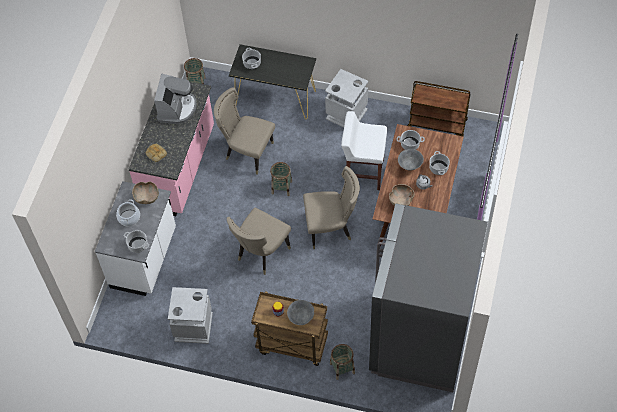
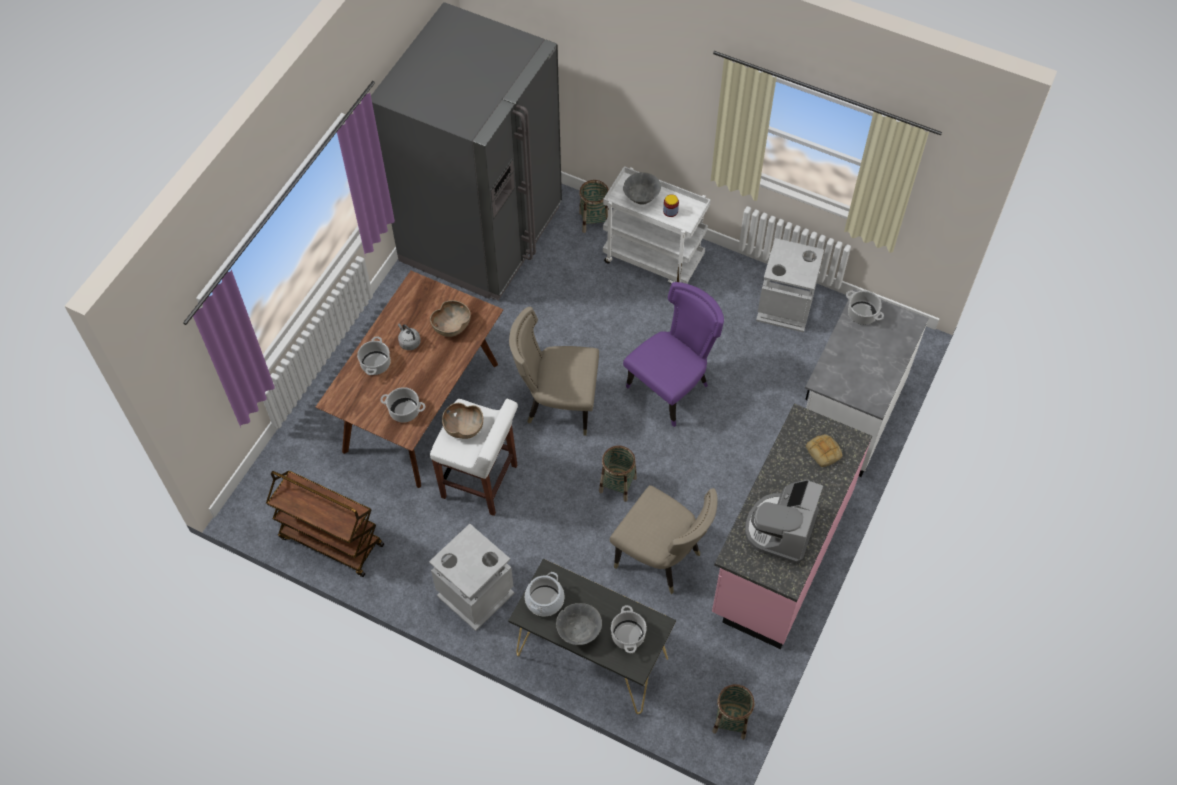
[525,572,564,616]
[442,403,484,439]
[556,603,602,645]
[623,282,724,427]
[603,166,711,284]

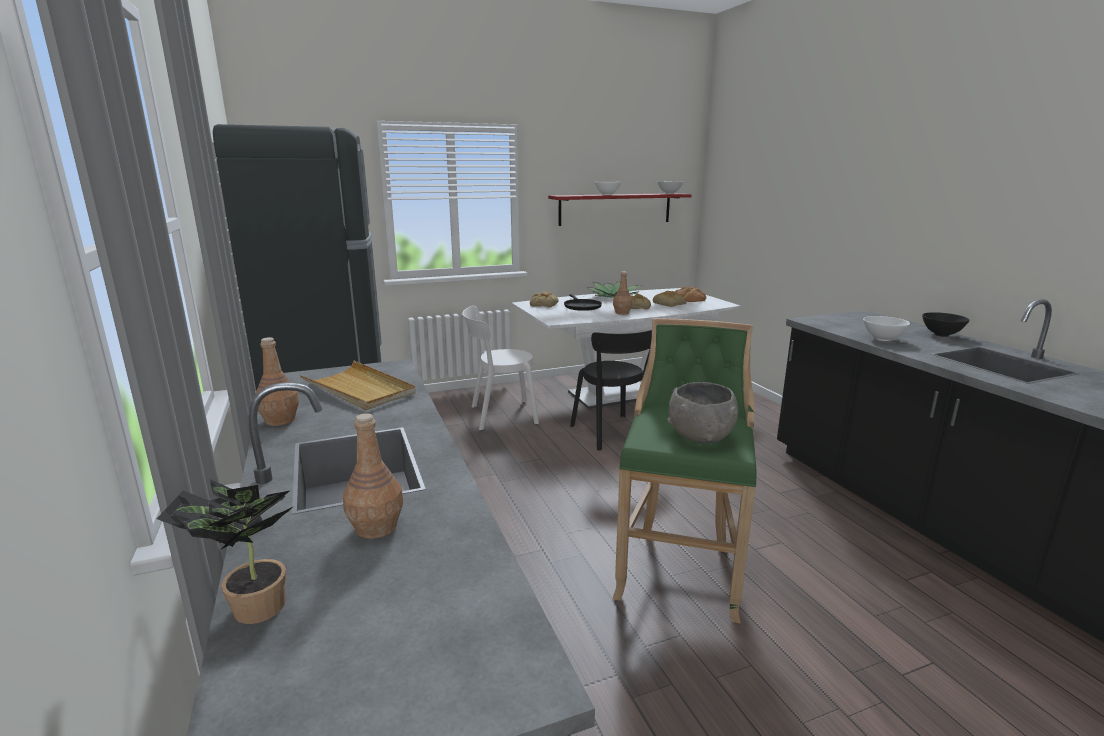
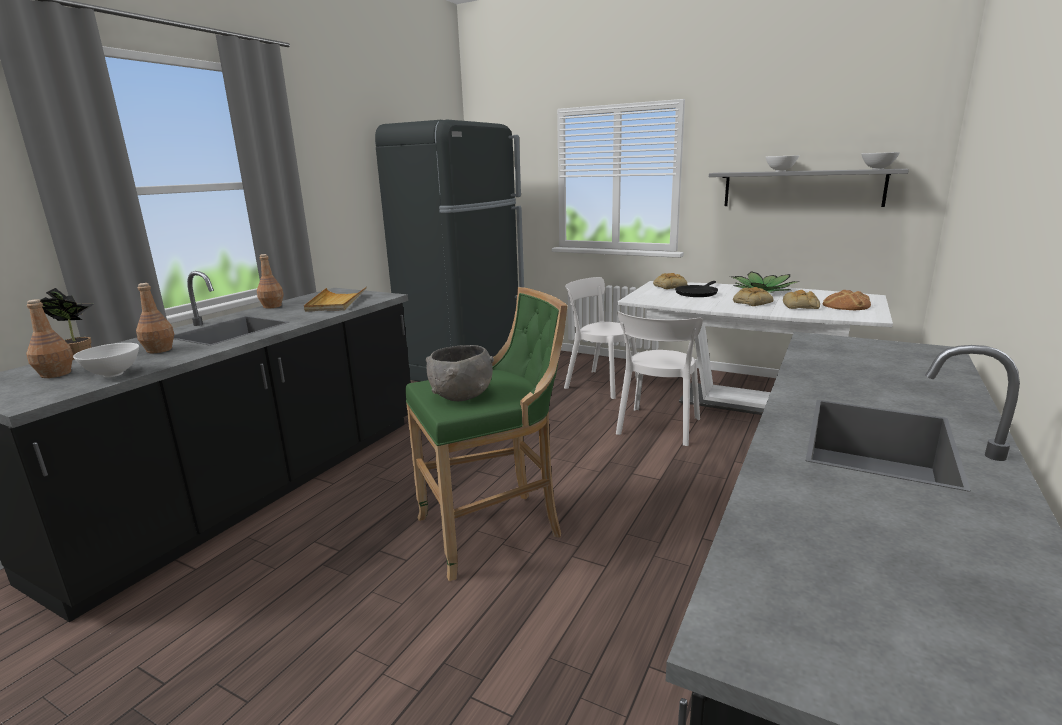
[922,312,970,337] (first image)
[26,299,73,378]
[73,343,139,377]
[709,169,909,207]
[616,311,703,446]

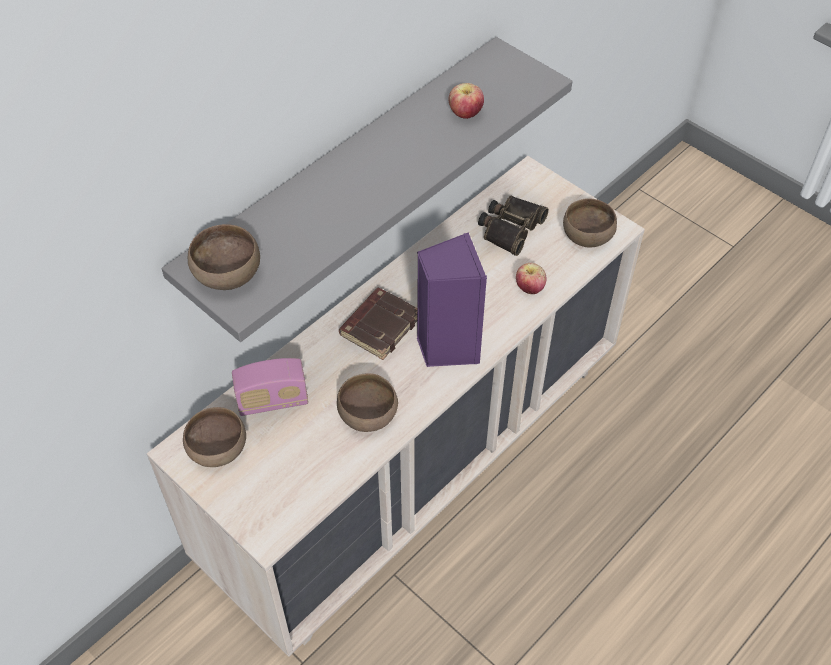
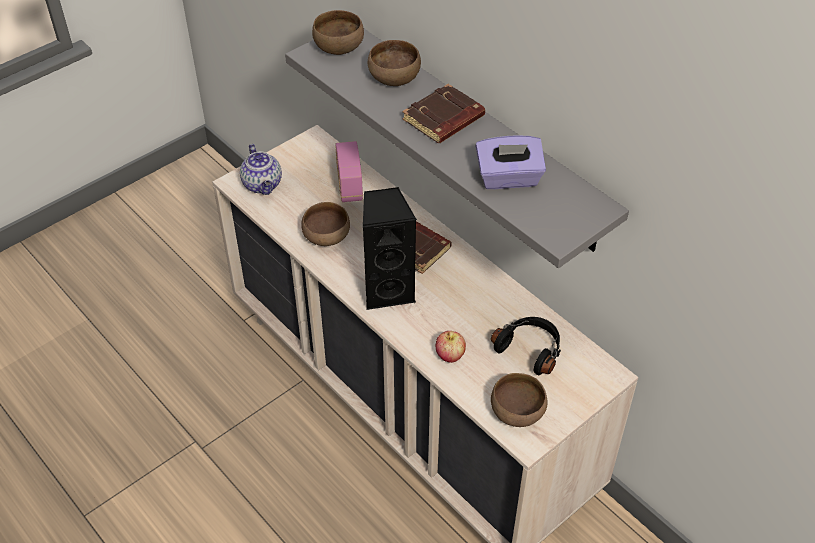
[240,144,282,195]
[402,84,485,143]
[368,40,421,86]
[475,136,546,189]
[491,317,561,375]
[363,187,417,310]

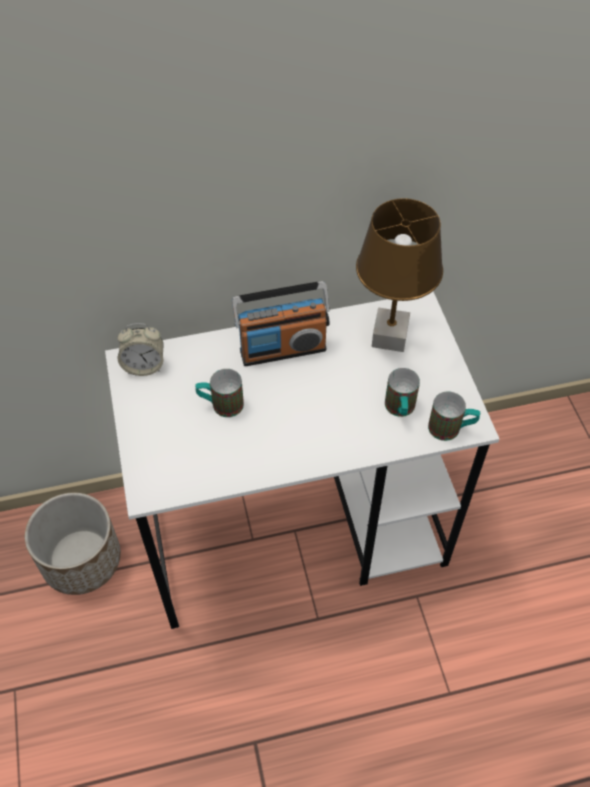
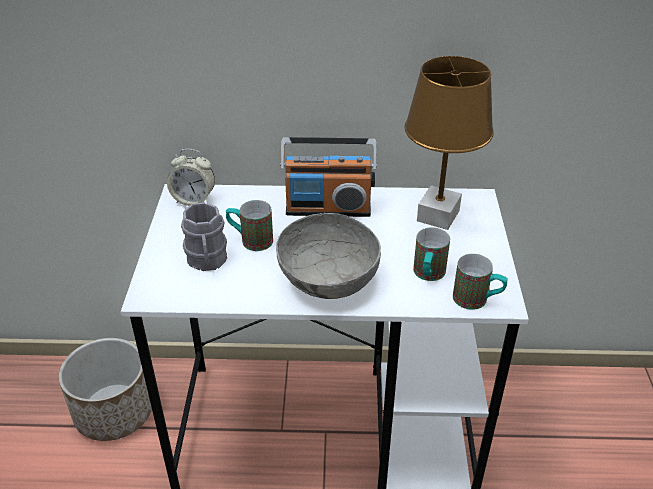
[181,202,227,271]
[276,213,381,299]

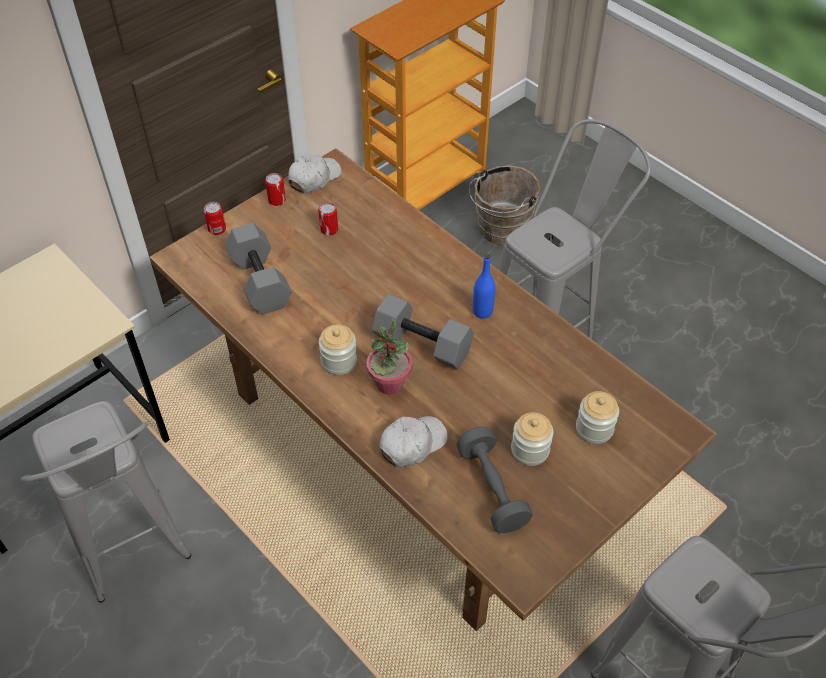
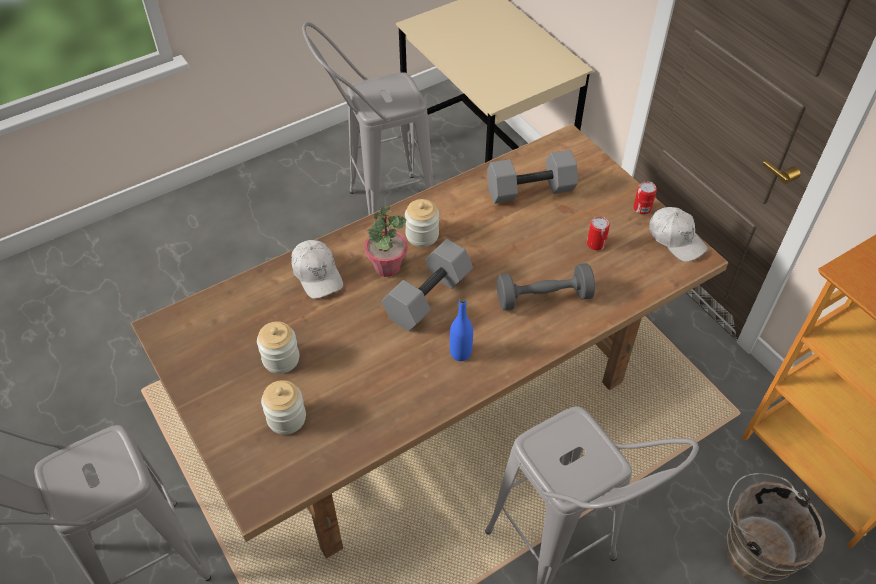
[204,202,226,235] (first image)
[497,263,595,311]

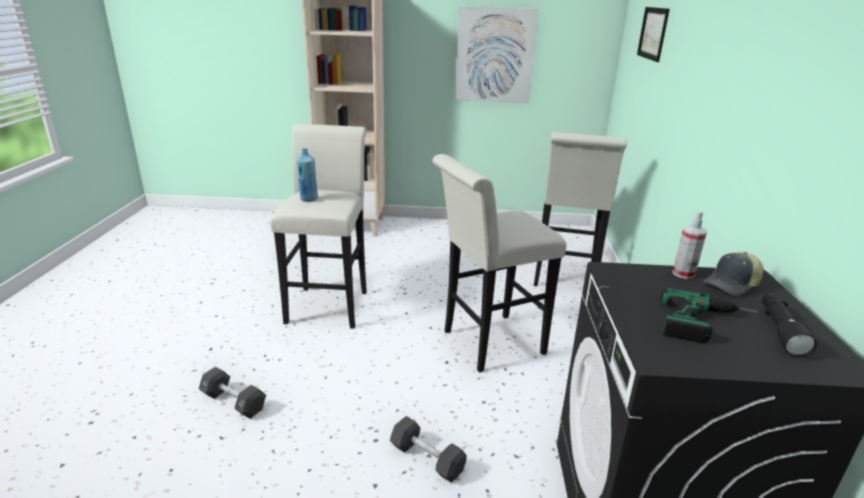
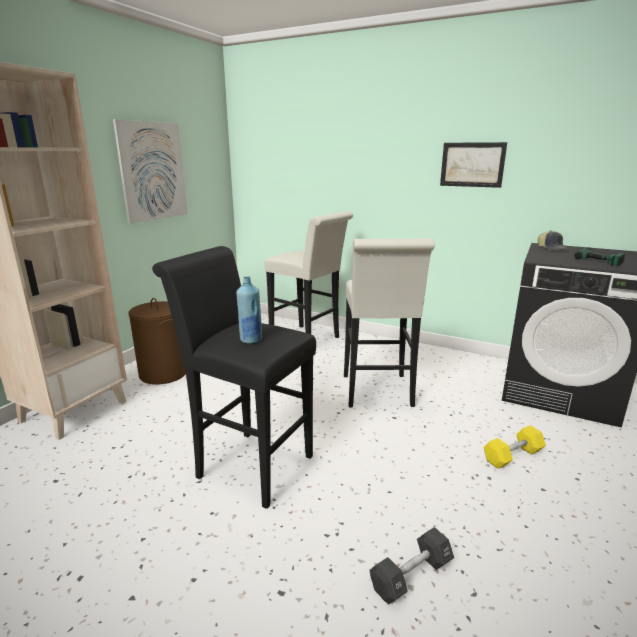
[672,211,707,279] (first image)
[762,293,817,357] (first image)
[129,298,186,385]
[440,142,507,188]
[152,246,316,509]
[483,425,546,469]

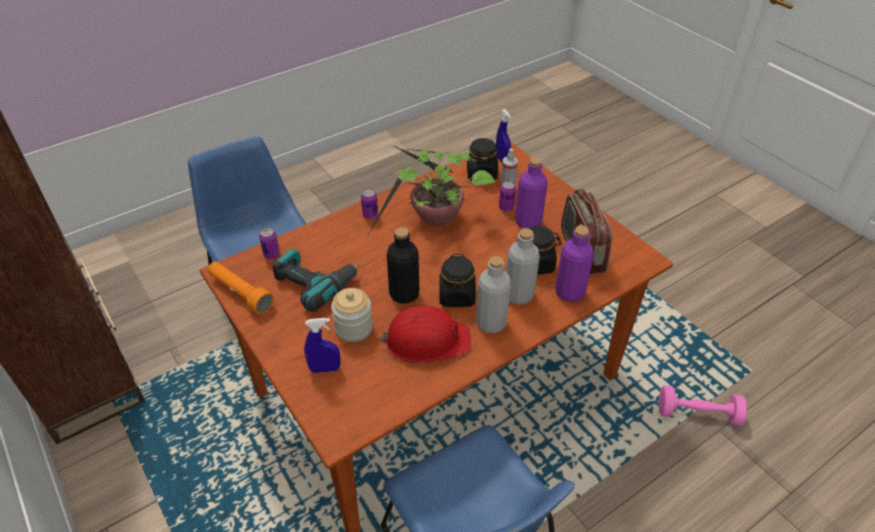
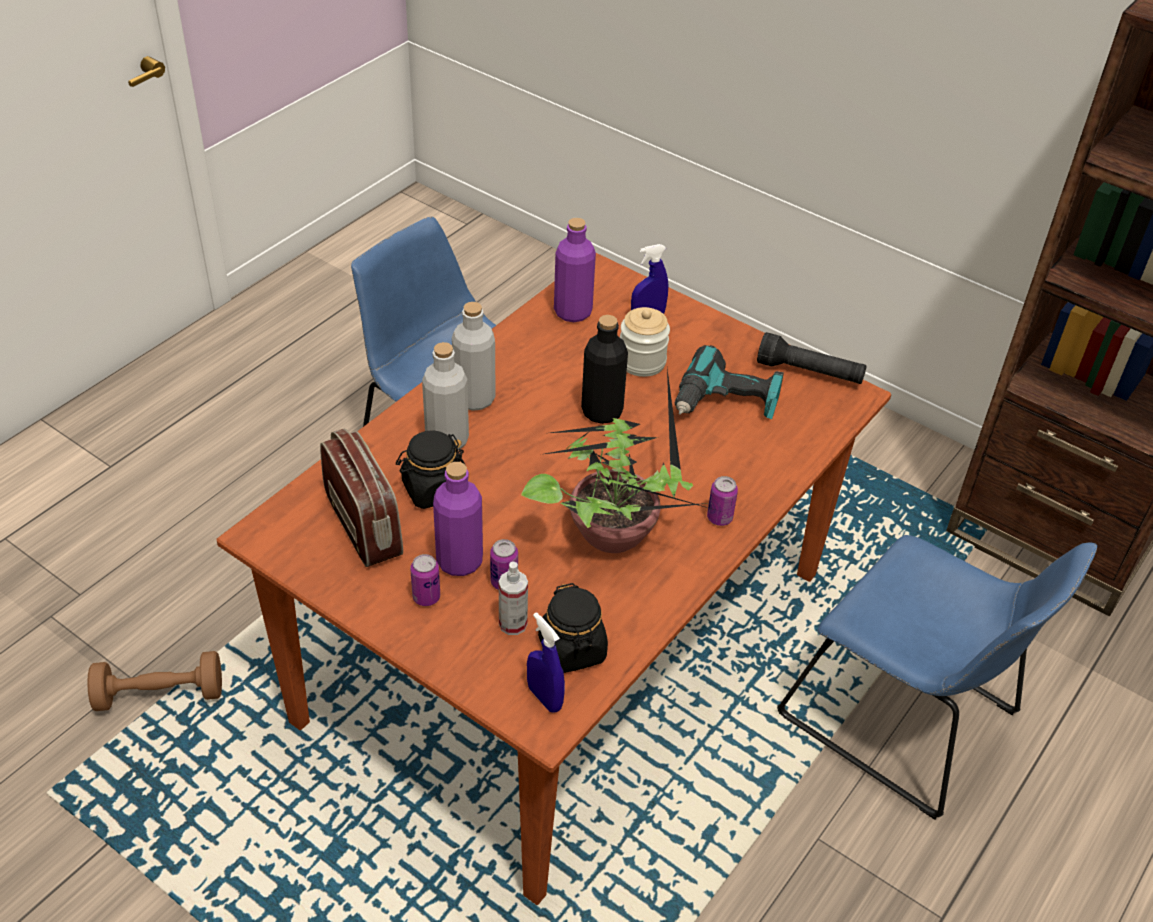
[380,305,471,363] (first image)
[439,254,476,307] (first image)
[410,554,440,606]
[554,218,596,322]
[757,332,867,384]
[87,651,222,711]

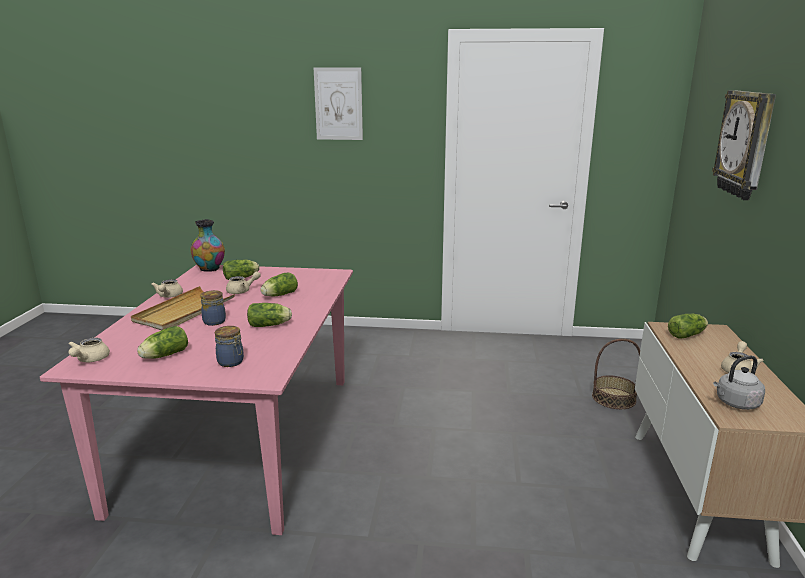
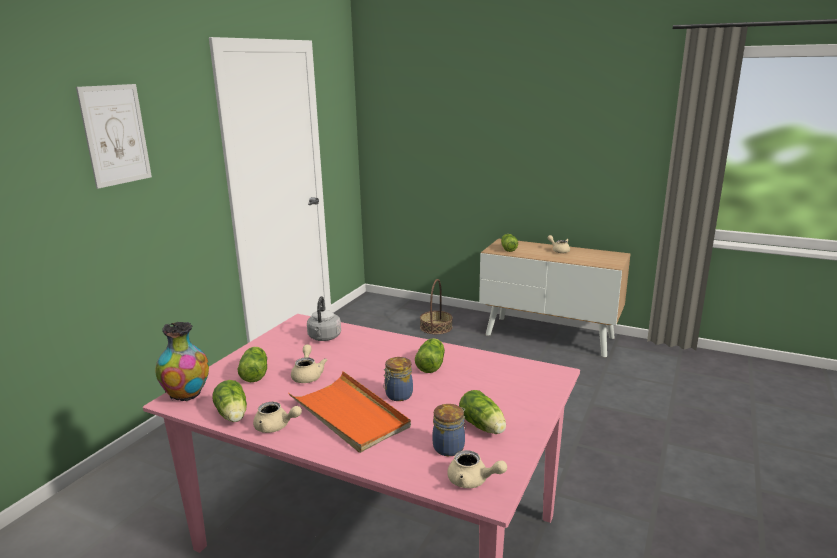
[712,90,776,200] (first image)
[433,404,466,456]
[212,380,247,422]
[307,296,341,341]
[288,371,411,453]

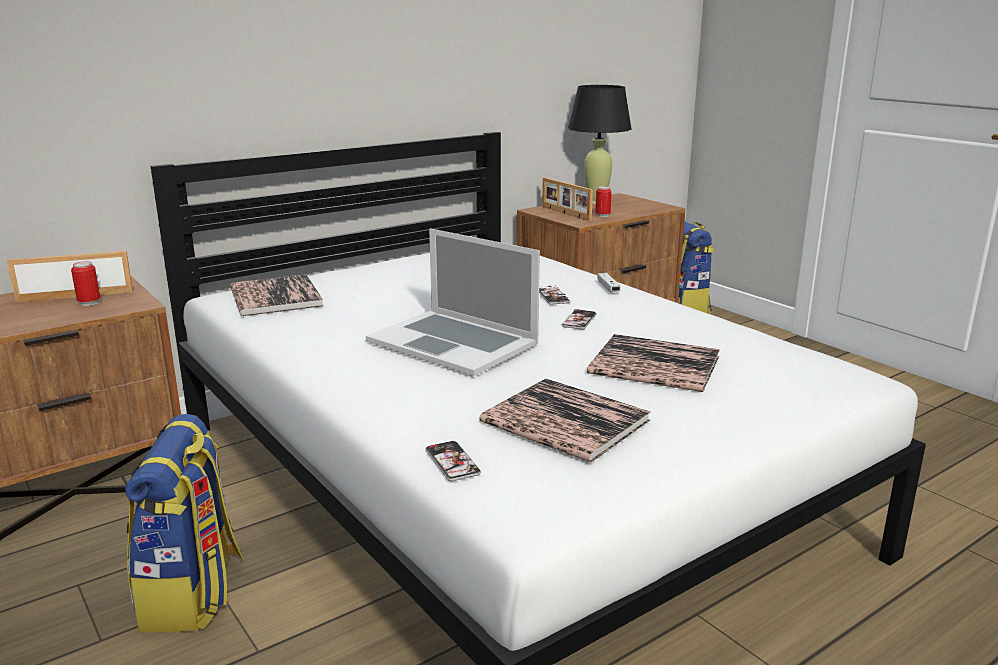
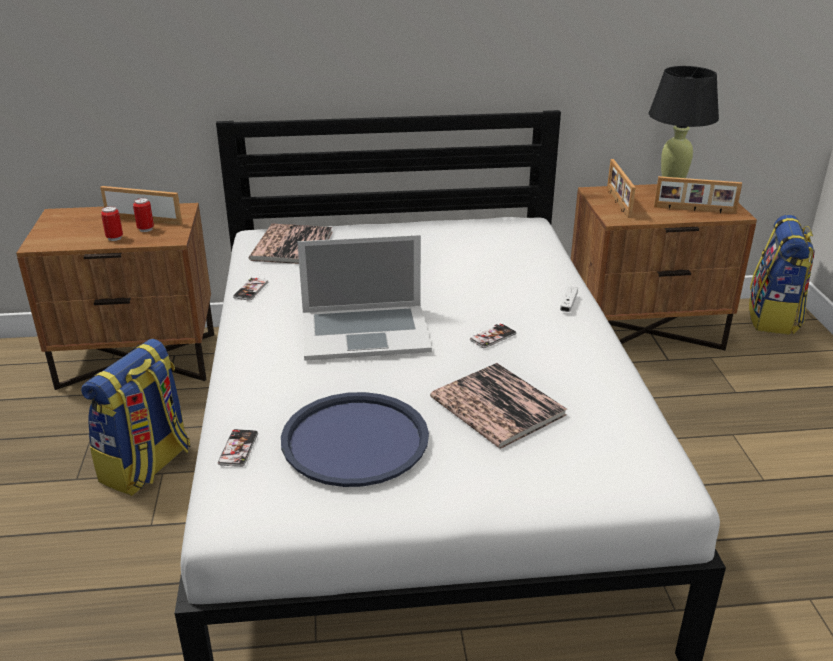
[654,176,742,214]
[233,277,268,301]
[101,206,123,241]
[281,392,429,487]
[297,235,432,361]

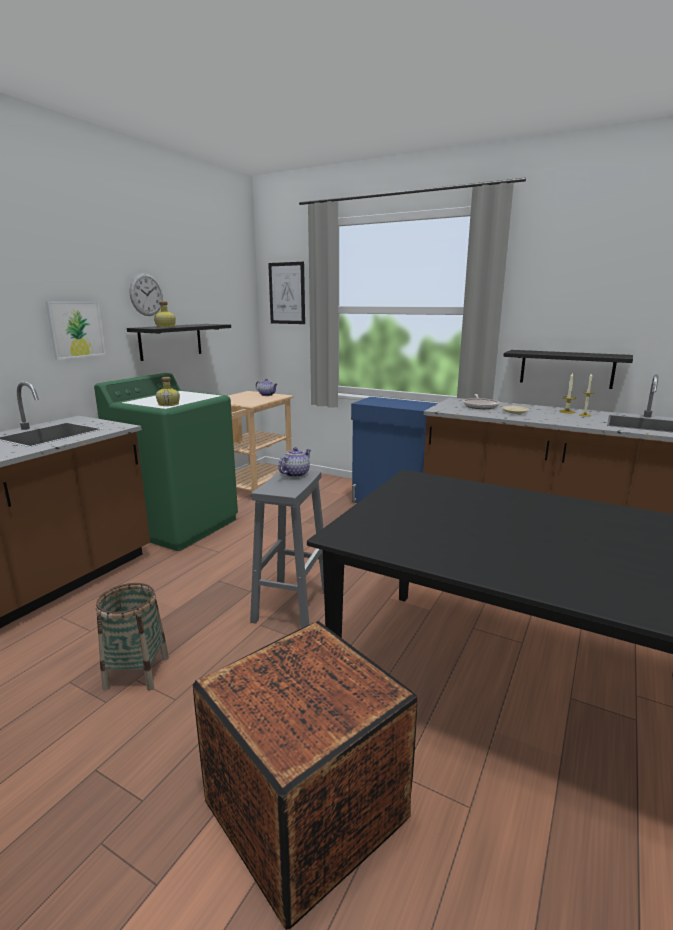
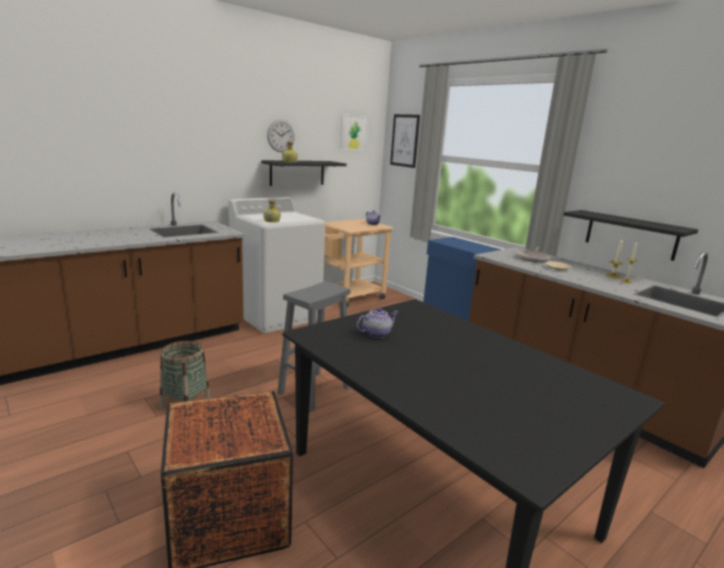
[340,114,369,150]
[357,307,398,338]
[229,197,325,333]

